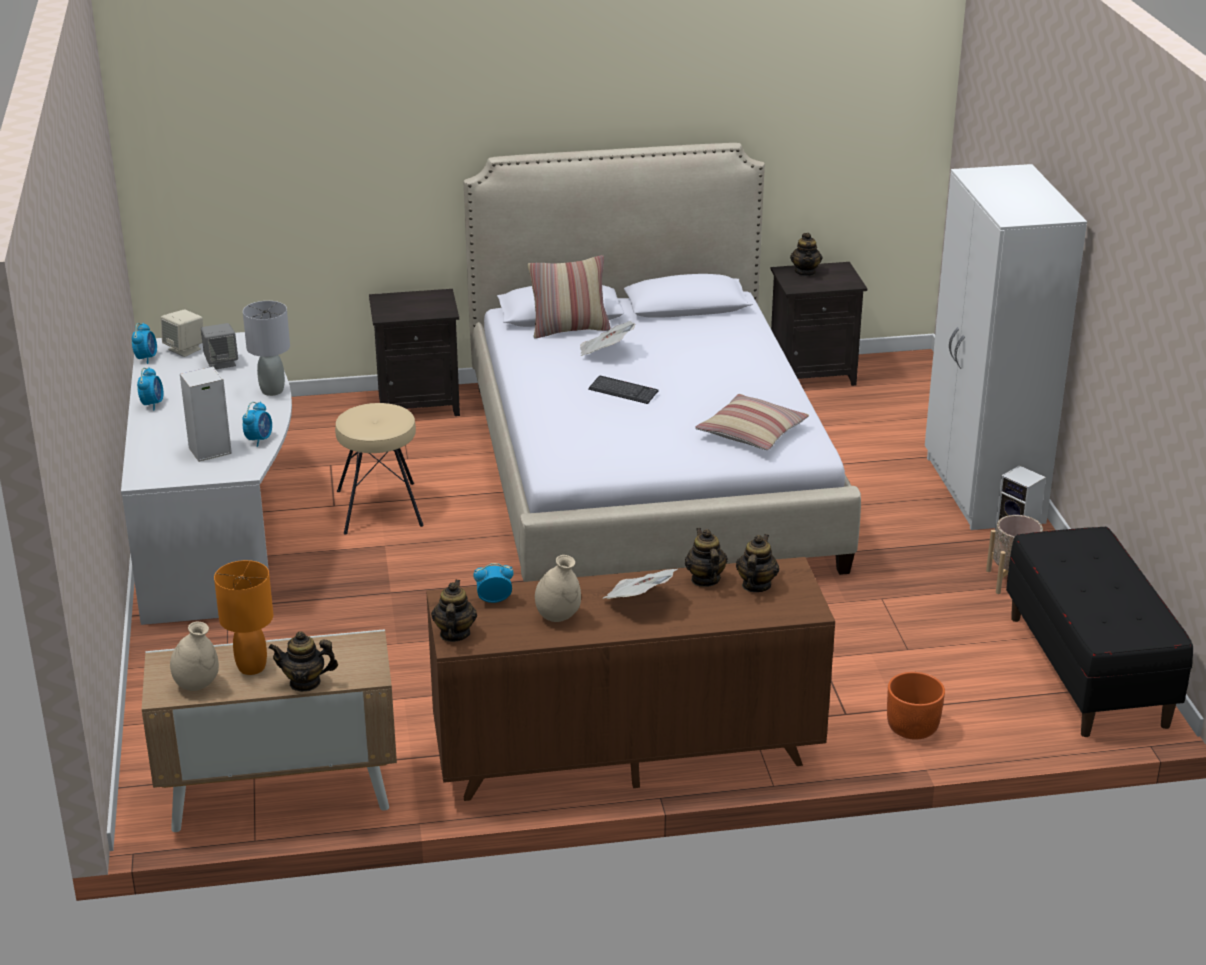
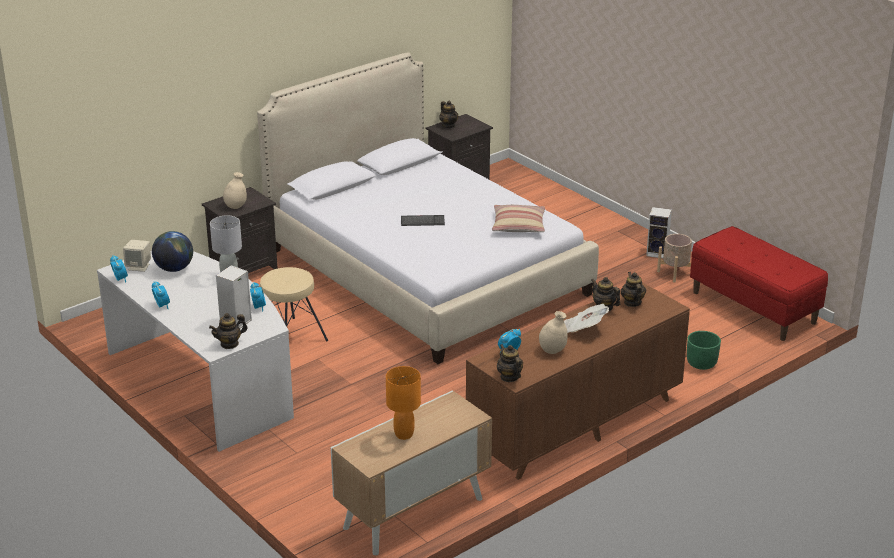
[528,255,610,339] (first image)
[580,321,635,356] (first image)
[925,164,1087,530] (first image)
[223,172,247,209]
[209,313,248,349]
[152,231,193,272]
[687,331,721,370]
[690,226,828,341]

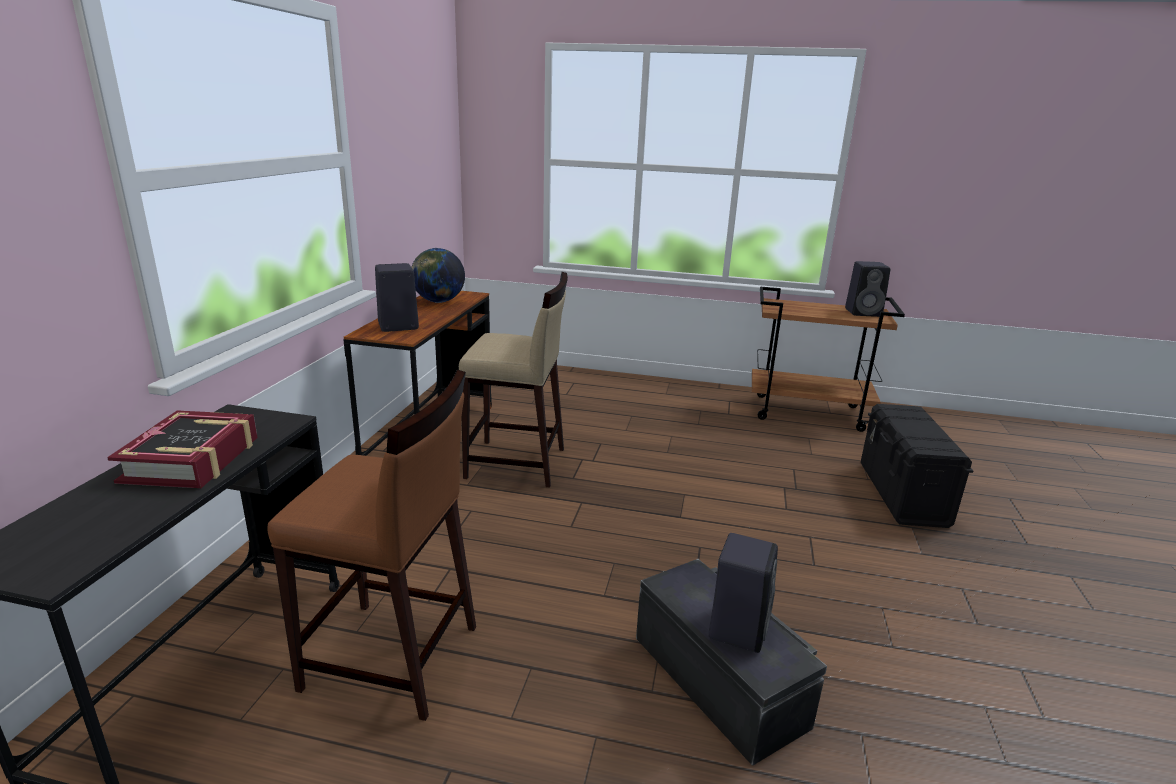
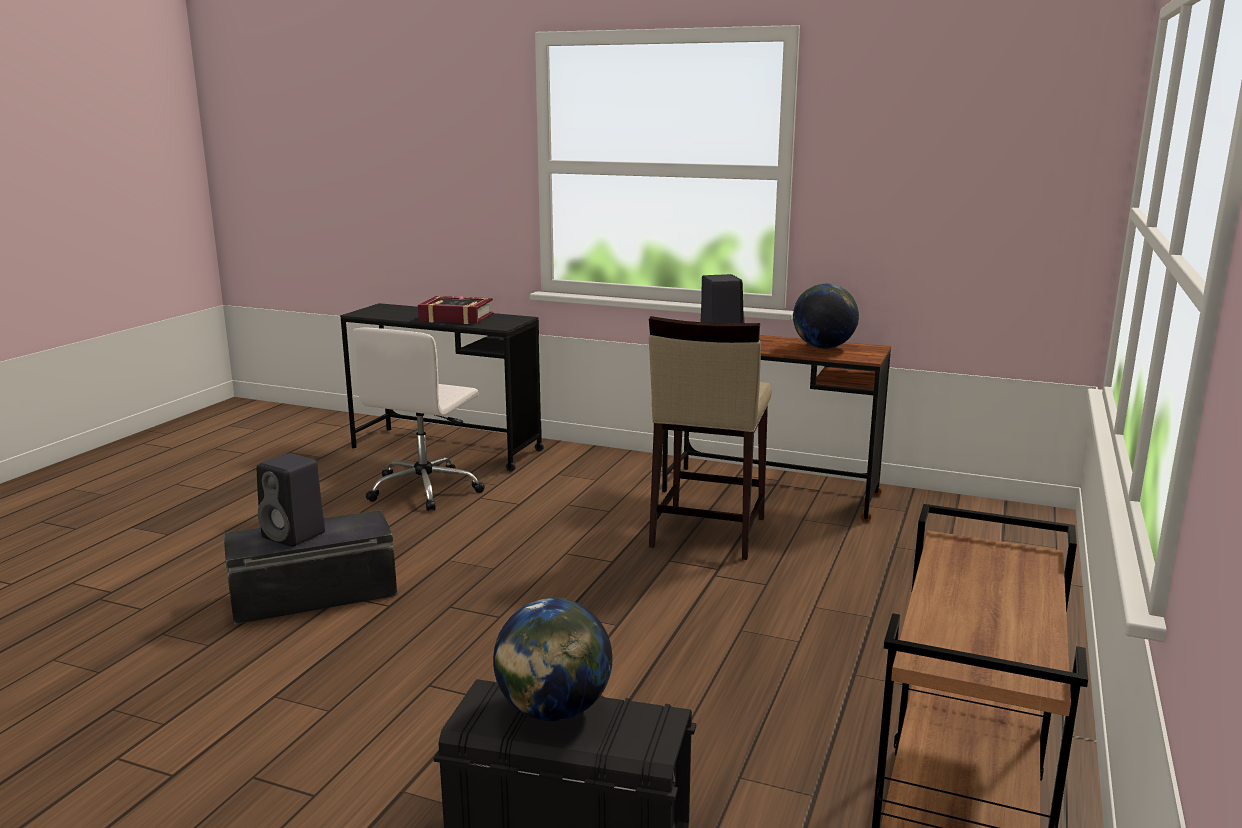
[845,261,890,317] (first image)
[493,598,612,721]
[353,327,485,511]

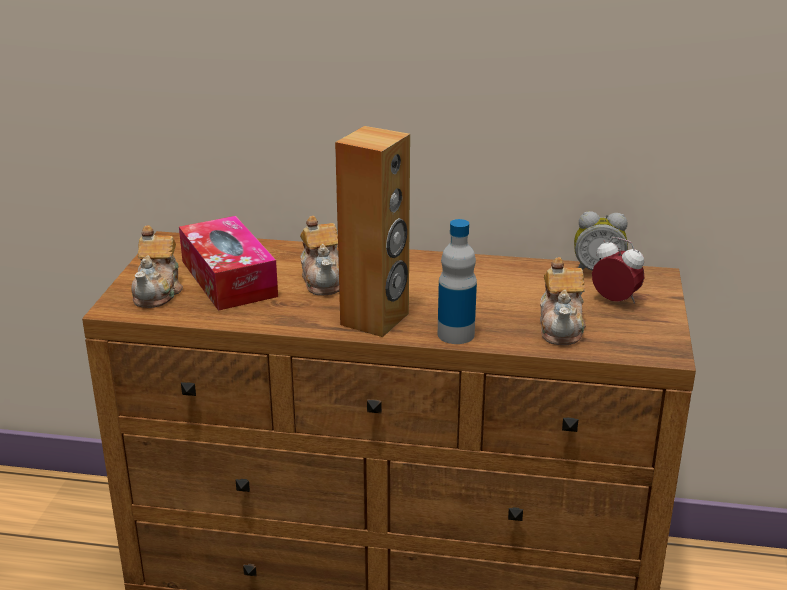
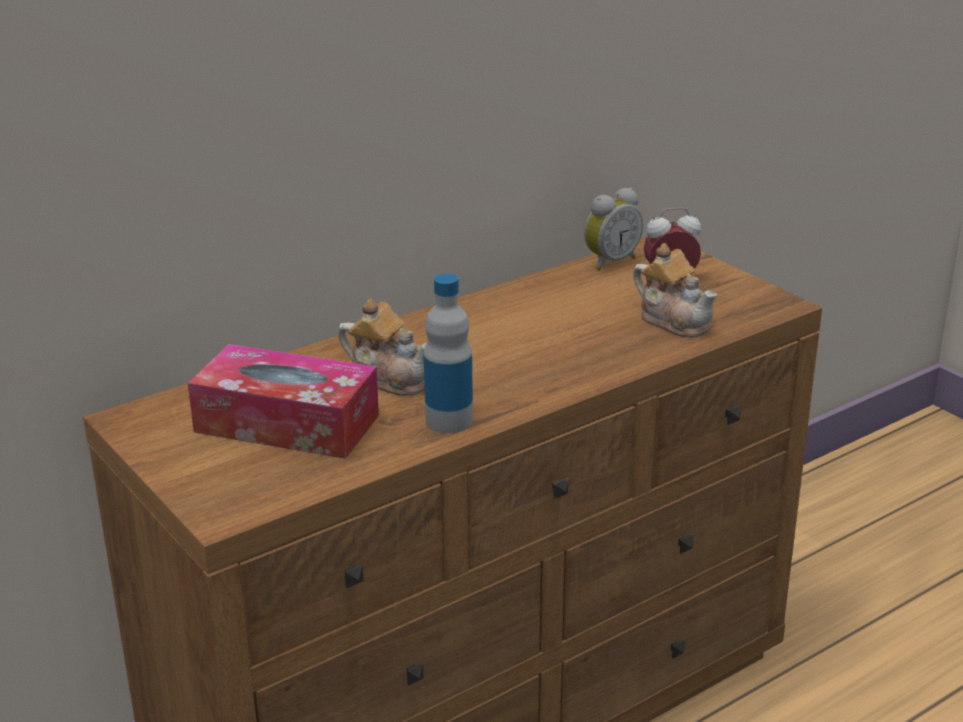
[131,225,183,308] (first image)
[335,126,410,337] (first image)
[424,274,473,433]

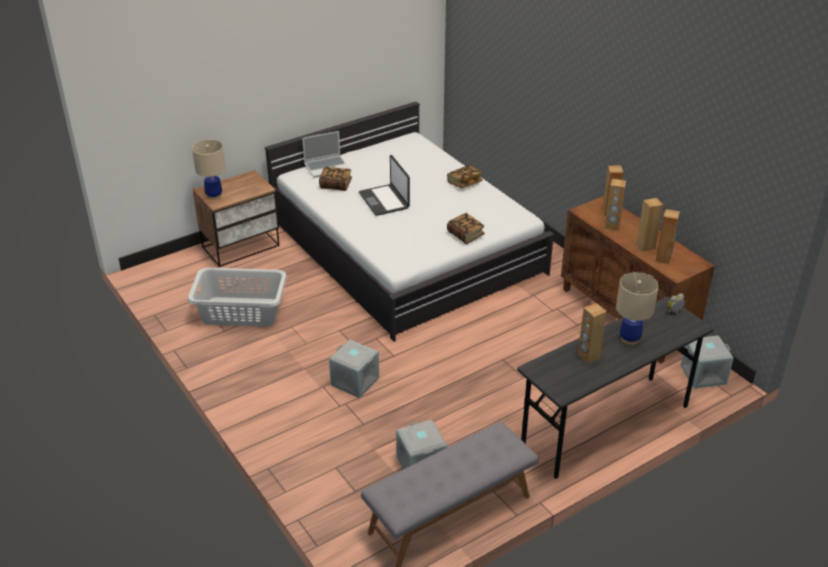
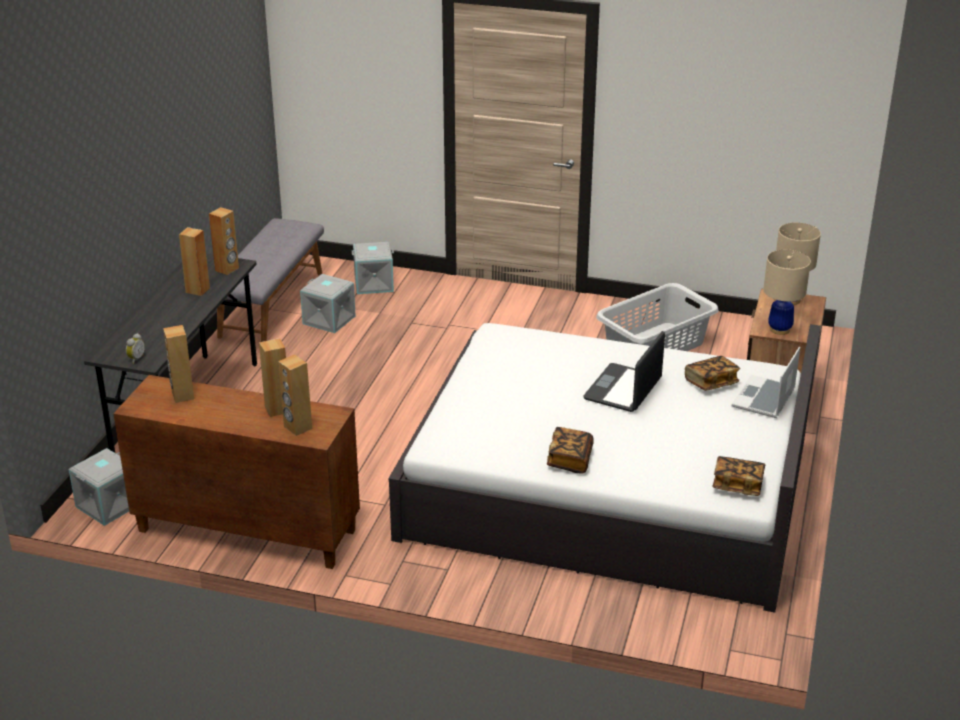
[352,242,394,294]
[712,456,765,496]
[763,250,811,335]
[209,207,239,275]
[584,331,665,412]

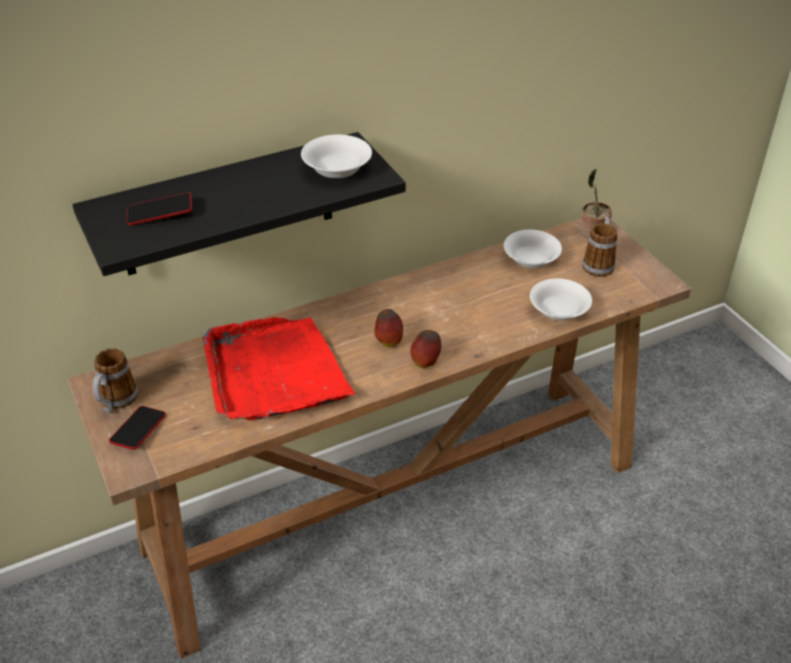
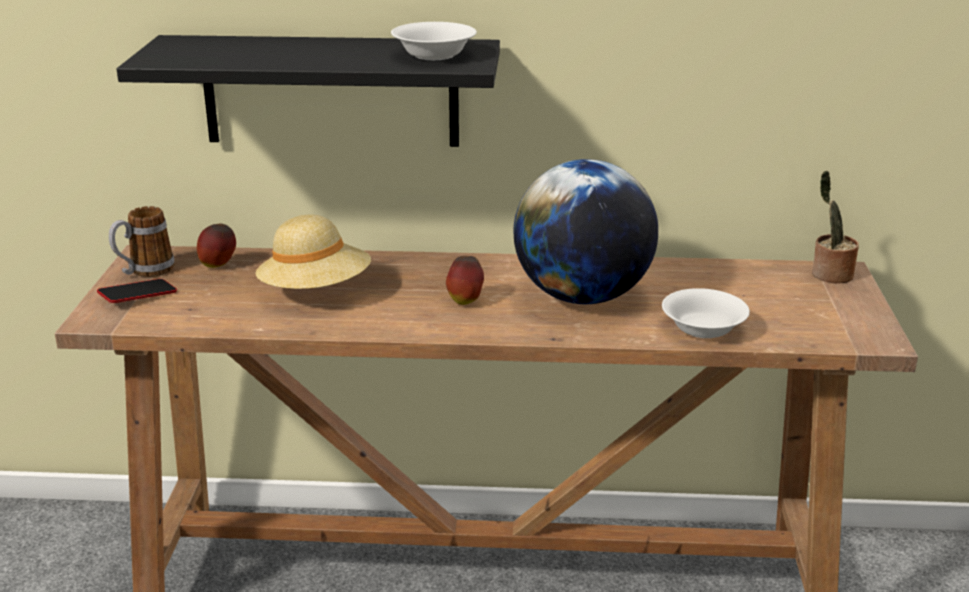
[127,192,192,225] (first image)
[503,230,562,268] (first image)
[582,217,617,277] (first image)
[513,159,658,304]
[197,224,236,268]
[256,215,371,289]

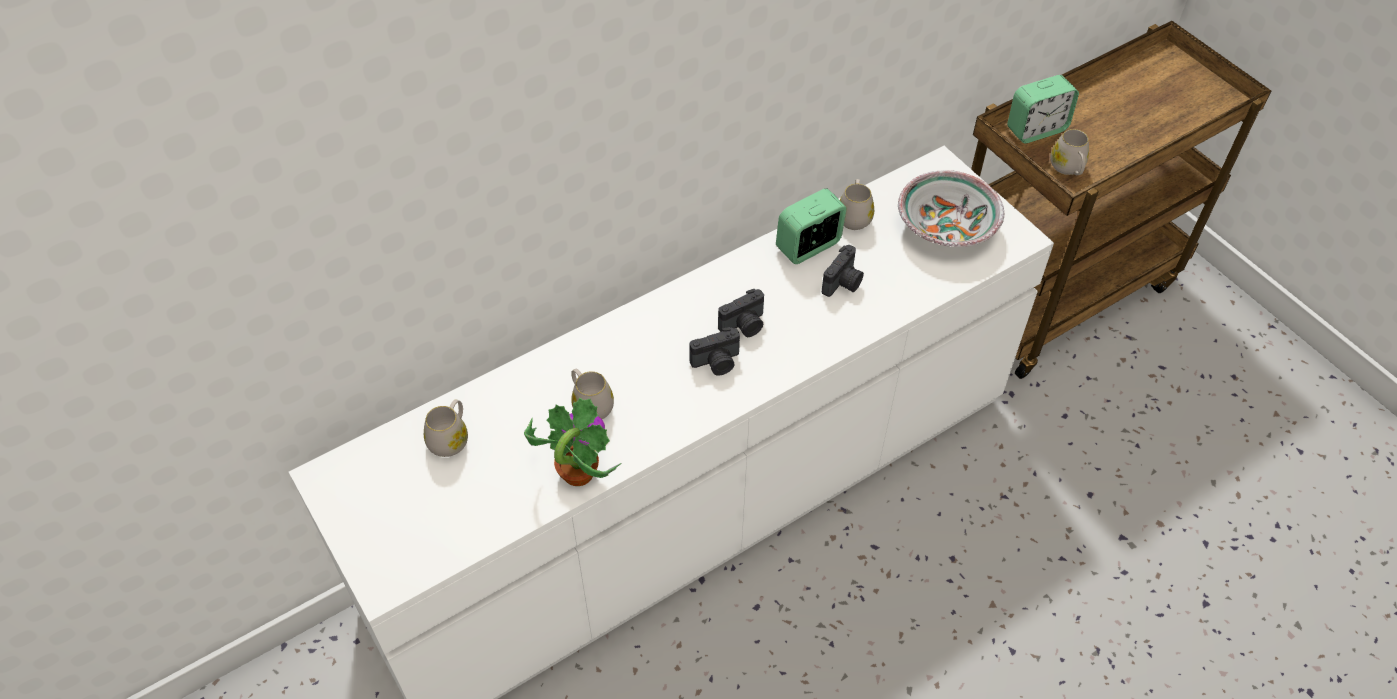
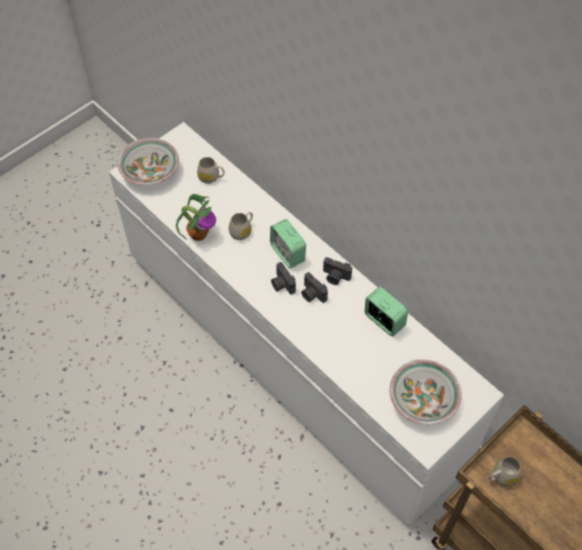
[840,179,874,230] (first image)
[118,138,179,185]
[323,257,352,285]
[270,219,306,268]

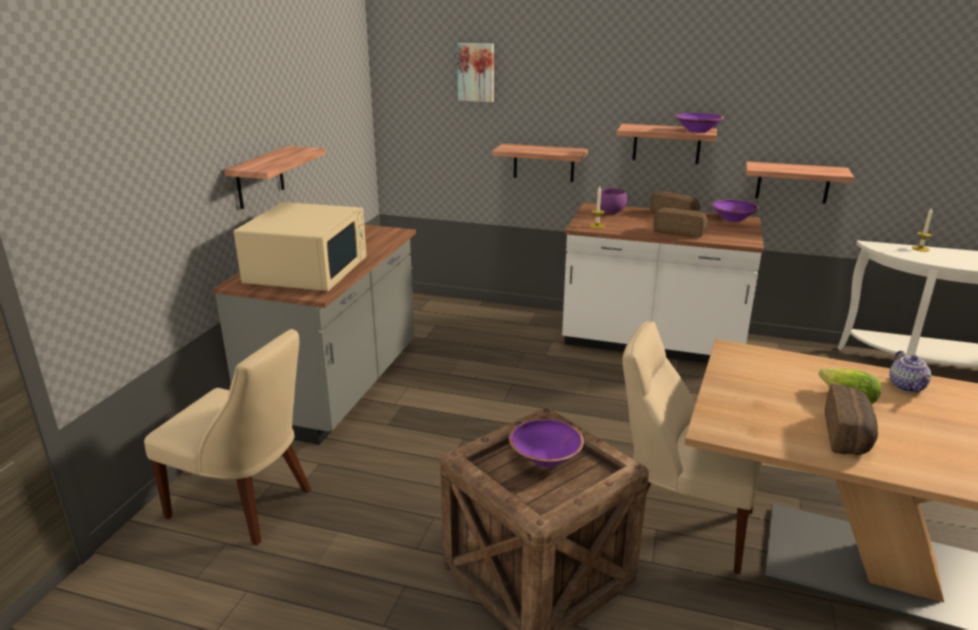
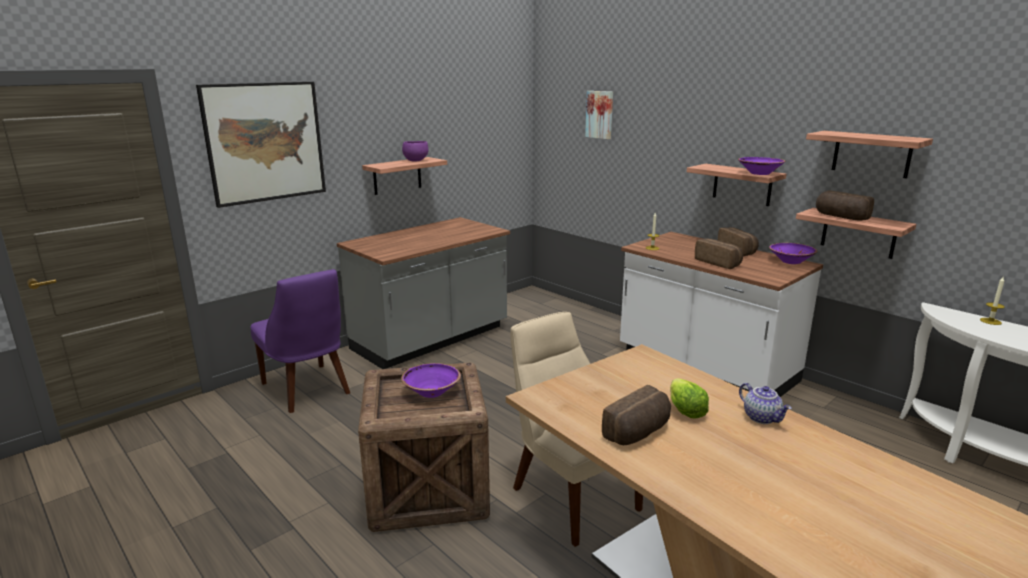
[234,202,366,291] (first image)
[196,82,326,208]
[816,190,874,221]
[806,131,933,178]
[402,141,429,162]
[250,269,350,413]
[739,383,792,424]

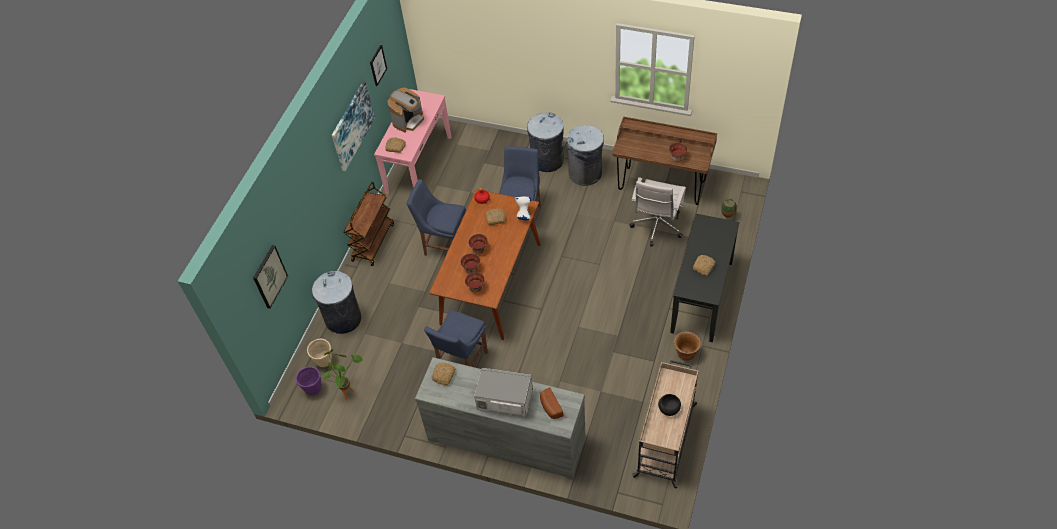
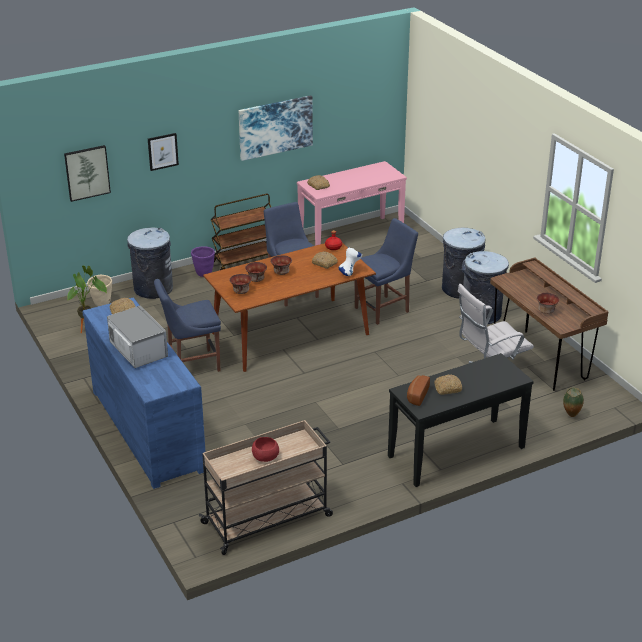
[388,88,424,133] (first image)
[674,331,701,361] (first image)
[191,246,215,277]
[148,133,179,171]
[407,375,430,406]
[82,297,206,489]
[252,437,279,462]

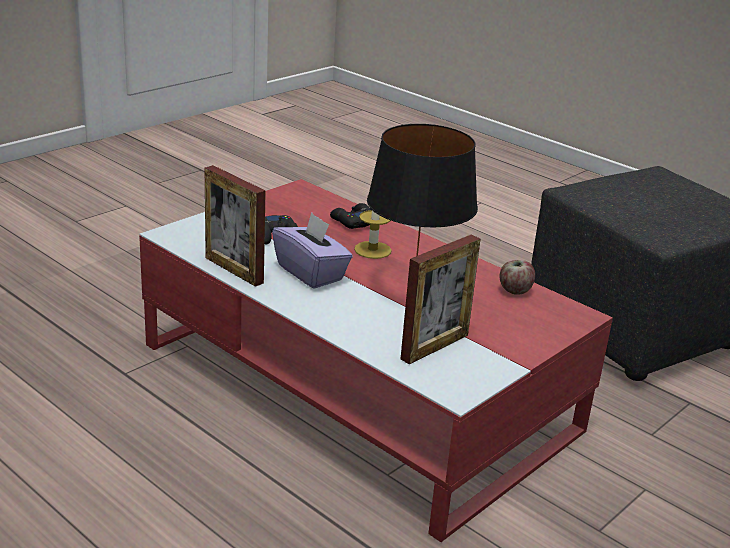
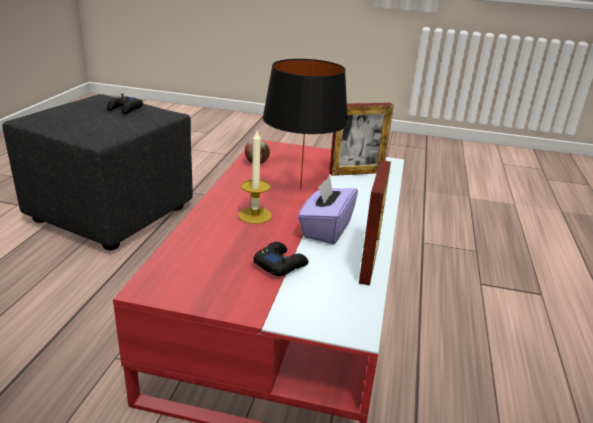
[107,93,143,114]
[329,103,394,176]

